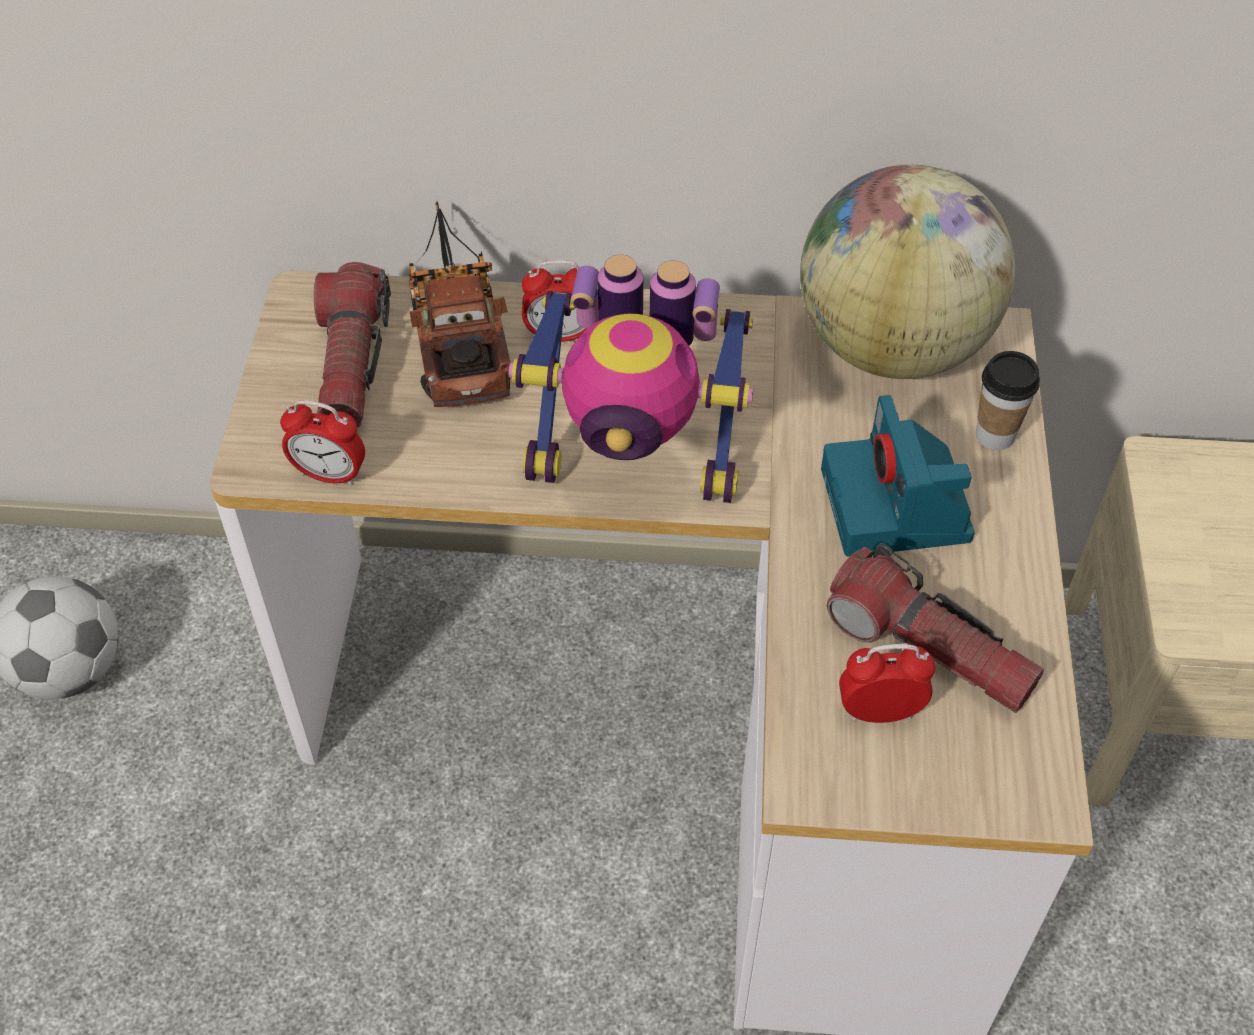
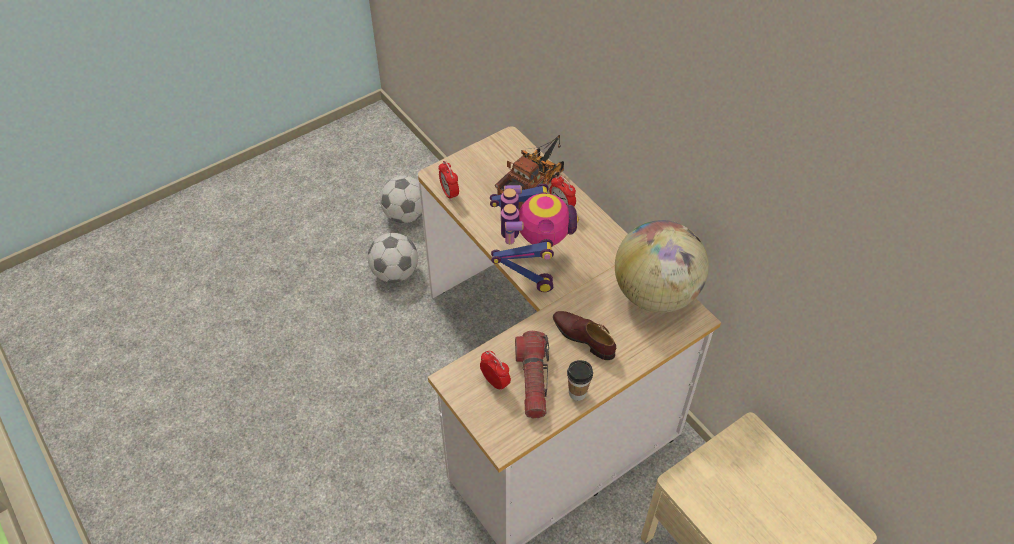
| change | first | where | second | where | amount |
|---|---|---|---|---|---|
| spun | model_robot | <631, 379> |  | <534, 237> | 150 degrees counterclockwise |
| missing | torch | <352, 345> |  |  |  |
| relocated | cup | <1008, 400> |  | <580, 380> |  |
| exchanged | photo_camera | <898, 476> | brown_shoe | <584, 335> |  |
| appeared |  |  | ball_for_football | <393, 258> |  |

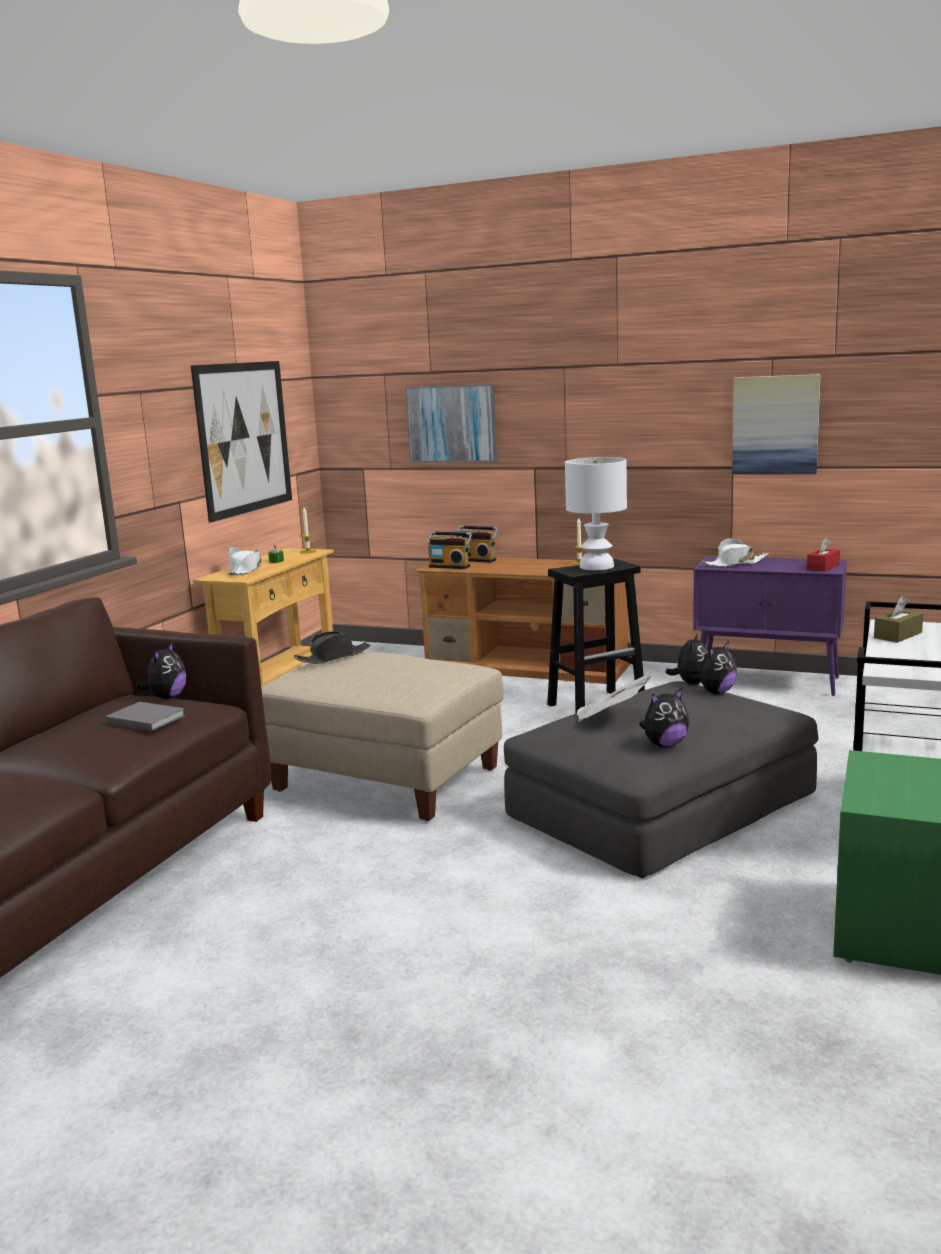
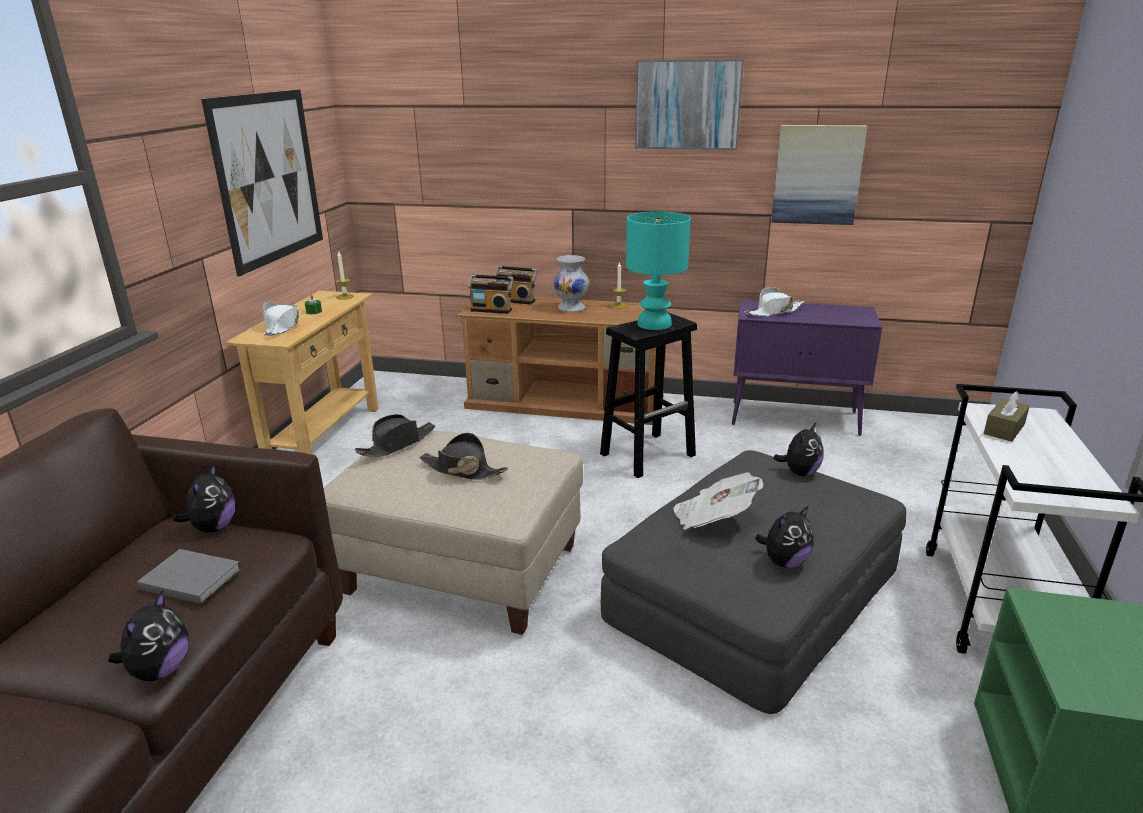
| change | first | where | second | where | amount |
|---|---|---|---|---|---|
| relocated | wall_picture | <451, 423> |  | <689, 104> |  |
| colour | white_table_lamp | <596, 513> | turquoise-coloured_table_lamp | <658, 270> |  |
| missing | red_box_of_tissues | <823, 555> |  |  |  |
| relocated | plush_toy | <686, 659> |  | <148, 636> |  |
| appeared |  |  | white_flower_vase | <571, 283> |  |
| appeared |  |  | black-coloured_clothing_hat | <464, 456> |  |

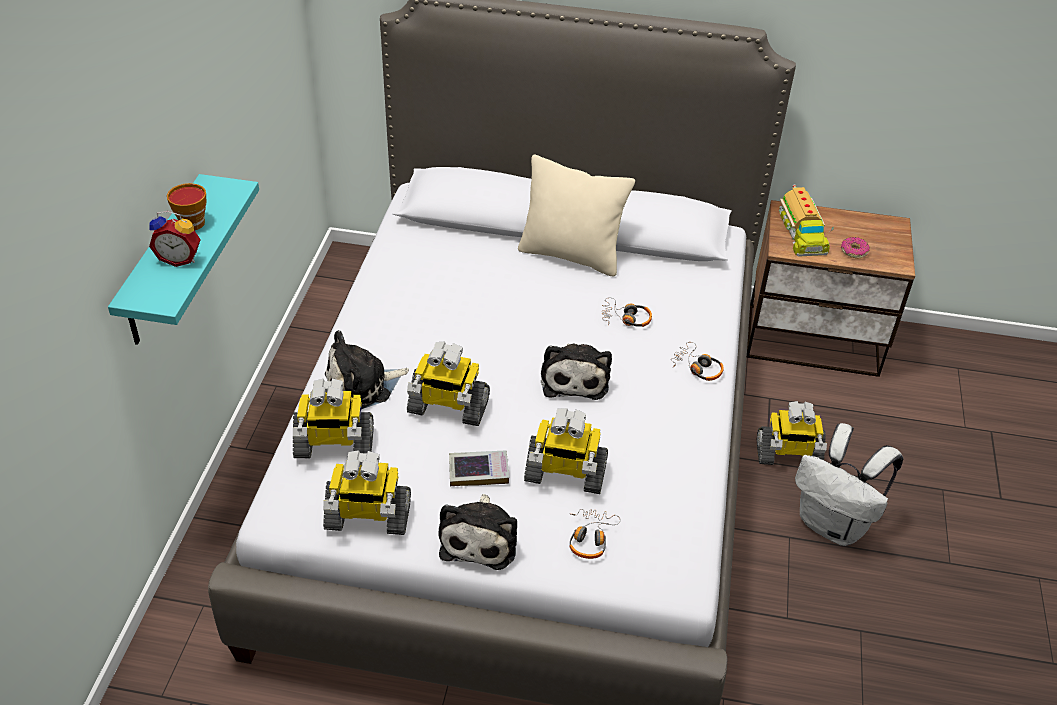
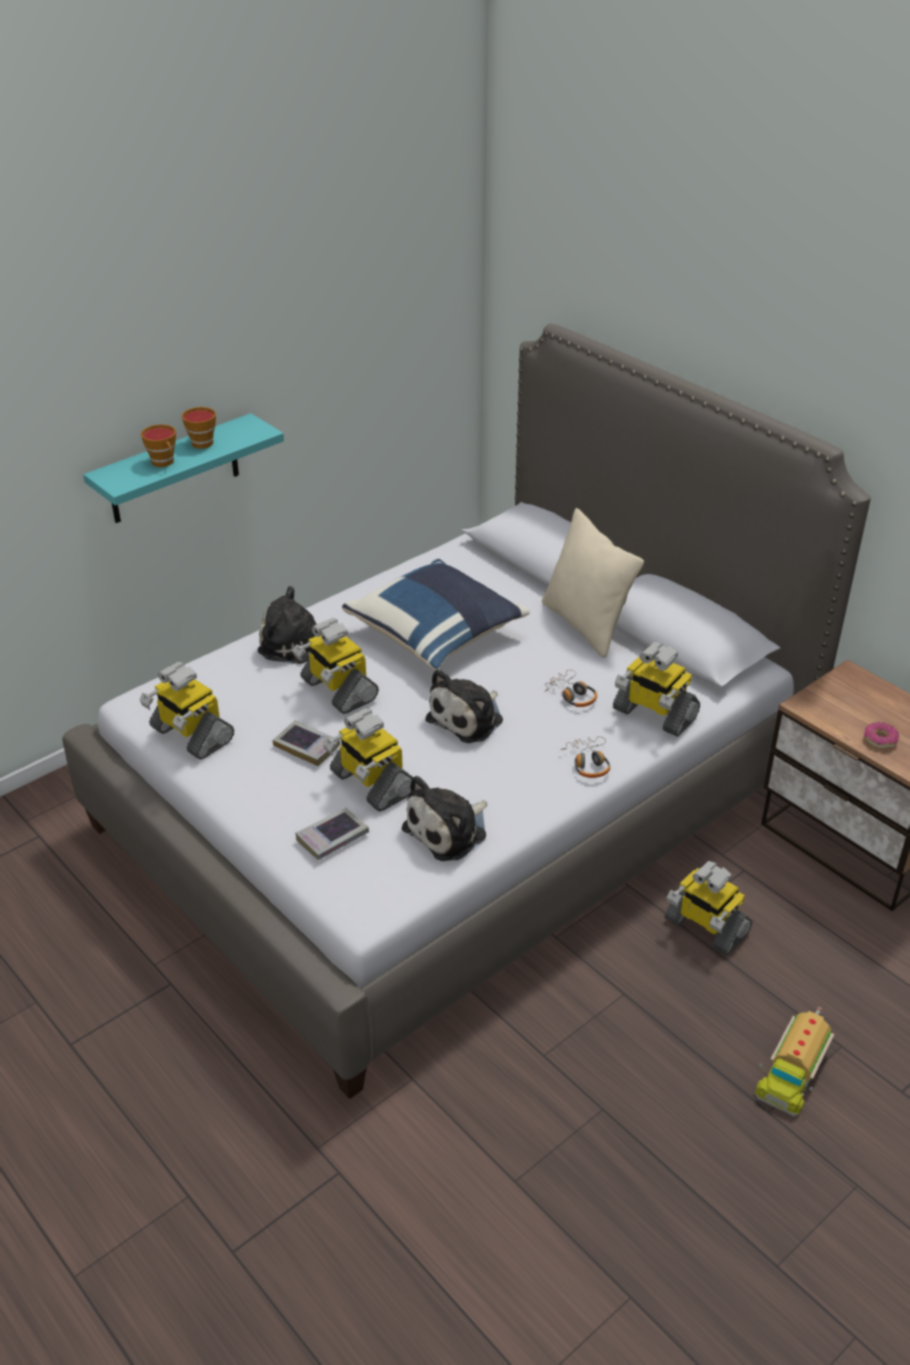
| change | first | where | second | where | amount |
|---|---|---|---|---|---|
| relocated | toy_lorry | <806, 220> |  | <794, 1061> |  |
| exchanged | bedside_clock | <175, 239> | cup | <158, 445> |  |
| relocated | model_robot | <333, 418> |  | <656, 689> |  |
| missing | white_backpack | <849, 484> |  |  |  |
| relocated | plush_toy | <477, 532> |  | <444, 818> |  |
| exchanged | pair_of_headphones | <595, 534> | bound_book | <332, 834> |  |
| appeared |  |  | blue_pillow | <436, 614> |  |

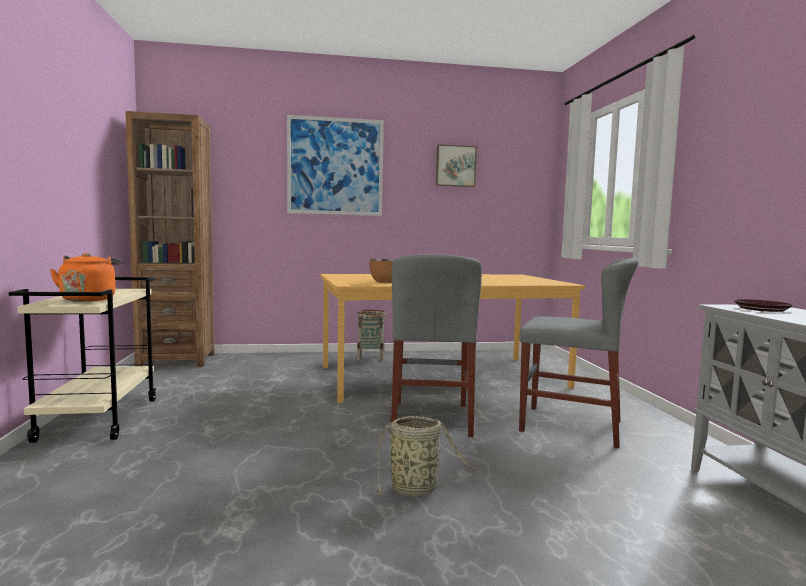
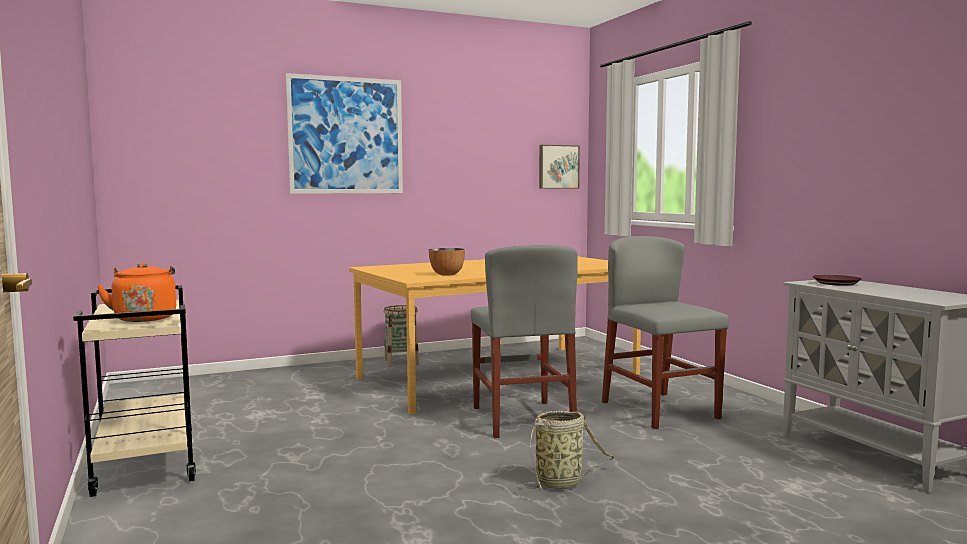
| change | first | where | second | where | amount |
|---|---|---|---|---|---|
| missing | brown_shelving_unit | <169, 239> |  |  |  |
| relocated | wall_picture | <456, 165> |  | <559, 167> |  |
| spun | gray_plain_chair | <578, 353> |  | <665, 332> | 120 degrees counterclockwise |

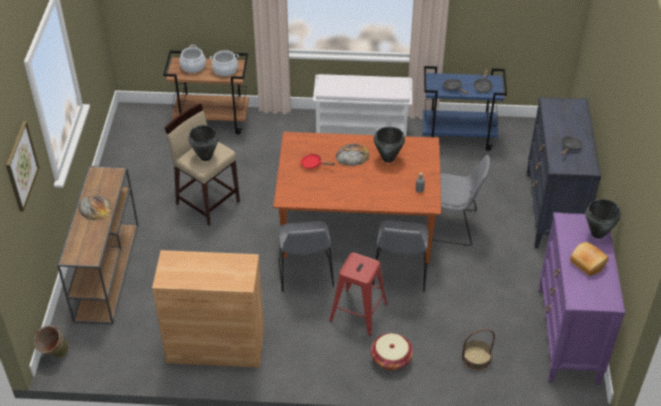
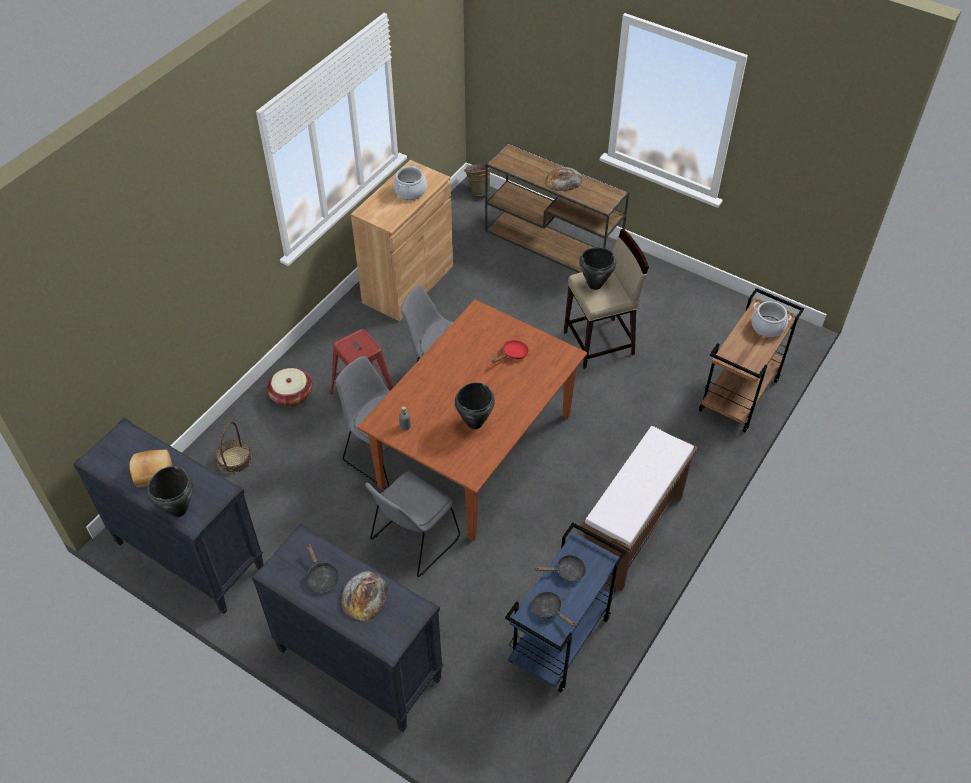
| change | first | where | second | where | amount |
|---|---|---|---|---|---|
| relocated | cooking_pot | <224, 63> |  | <410, 182> |  |
| colour | white_long_seat | <362, 105> | brown_long_seat | <639, 508> |  |
| missing | wall_picture | <22, 166> |  |  |  |
| relocated | bread | <352, 154> |  | <365, 596> |  |
| colour | purple_drawer_chest | <582, 298> | black-coloured_drawer_chest | <168, 516> |  |

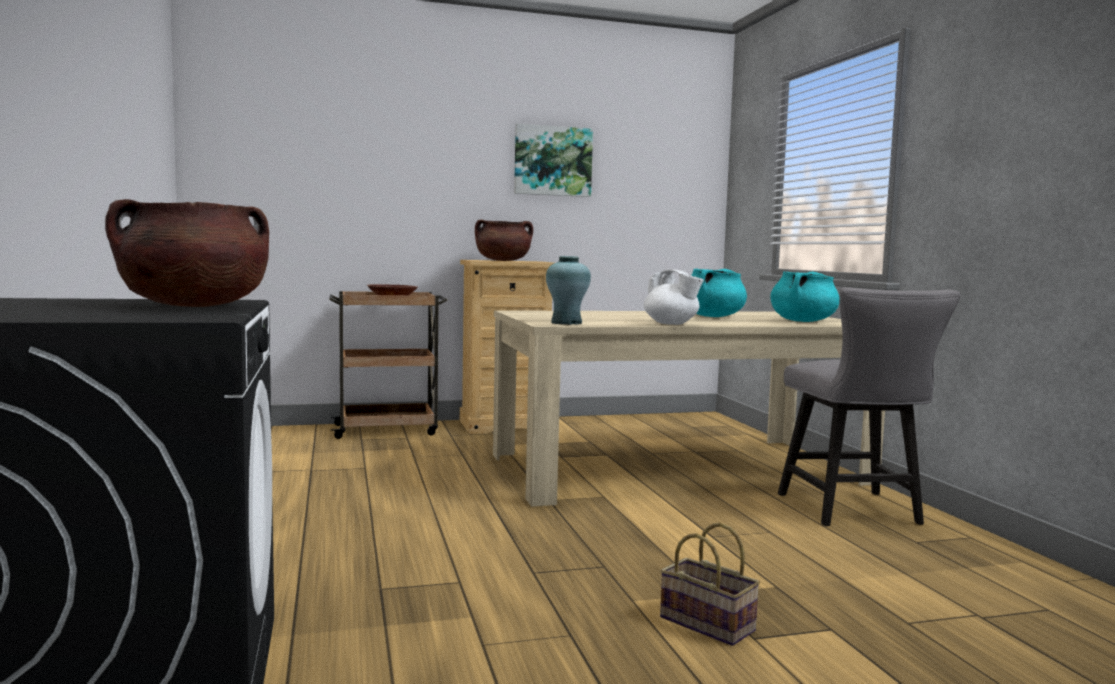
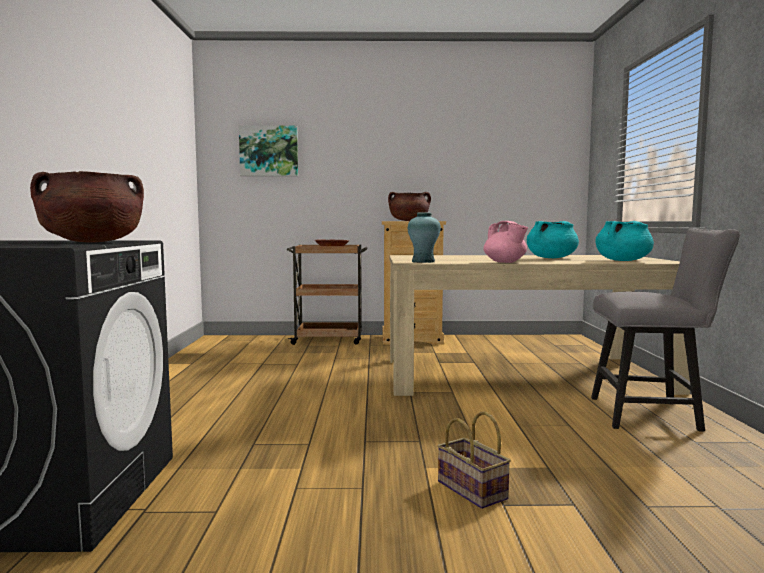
| change | first | where | second | where | amount |
|---|---|---|---|---|---|
| relocated | wall_picture | <553, 160> |  | <268, 150> |  |
| colour | white_pot_for_tea | <674, 297> | pink_pot_for_tea | <505, 242> |  |
| spun | gray_plain_chair | <869, 406> |  | <665, 330> | 90 degrees counterclockwise |

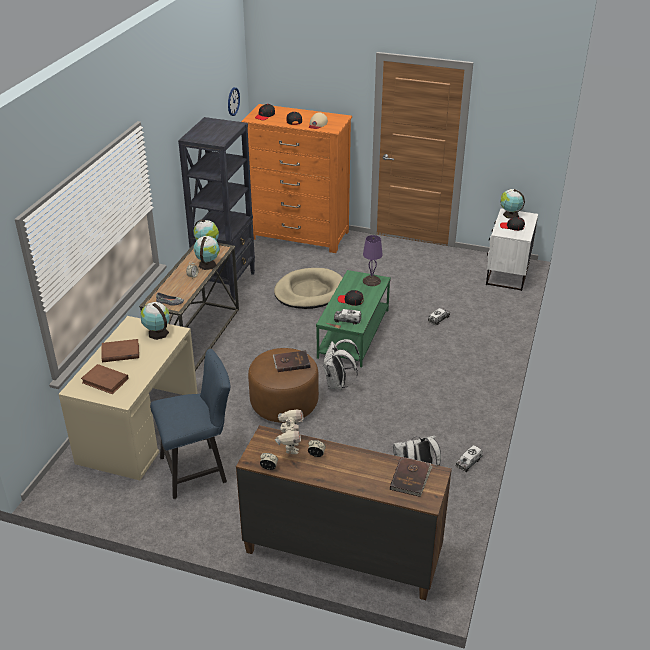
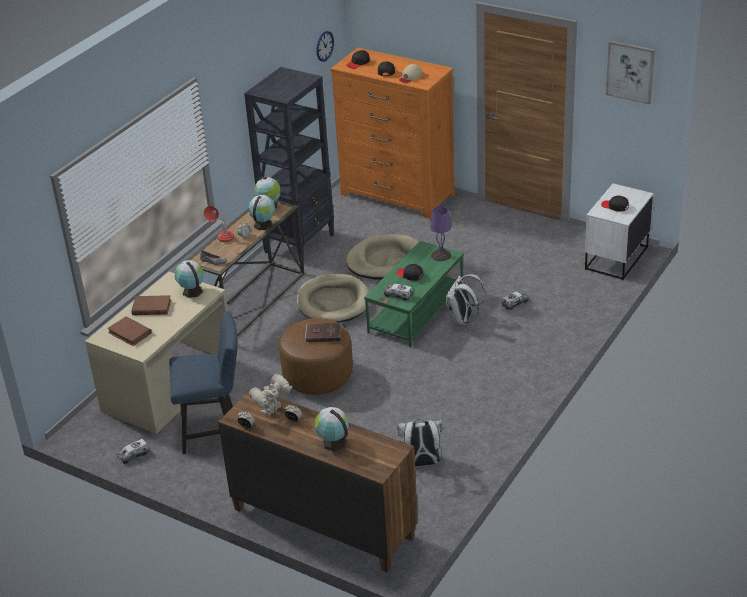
| change | first | where | second | where | amount |
|---|---|---|---|---|---|
| relocated | globe | <512, 204> |  | <331, 429> |  |
| relocated | white_backpack | <341, 364> |  | <466, 299> |  |
| spun | model_robot | <289, 432> |  | <270, 395> | 150 degrees counterclockwise |
| relocated | toy_lorry | <469, 458> |  | <133, 451> |  |
| missing | brown_bound_book | <411, 477> |  |  |  |
| appeared |  |  | wall_picture | <630, 72> |  |
| appeared |  |  | red_table_lamp | <219, 224> |  |
| appeared |  |  | beige-coloured_dog_bed | <333, 298> |  |

